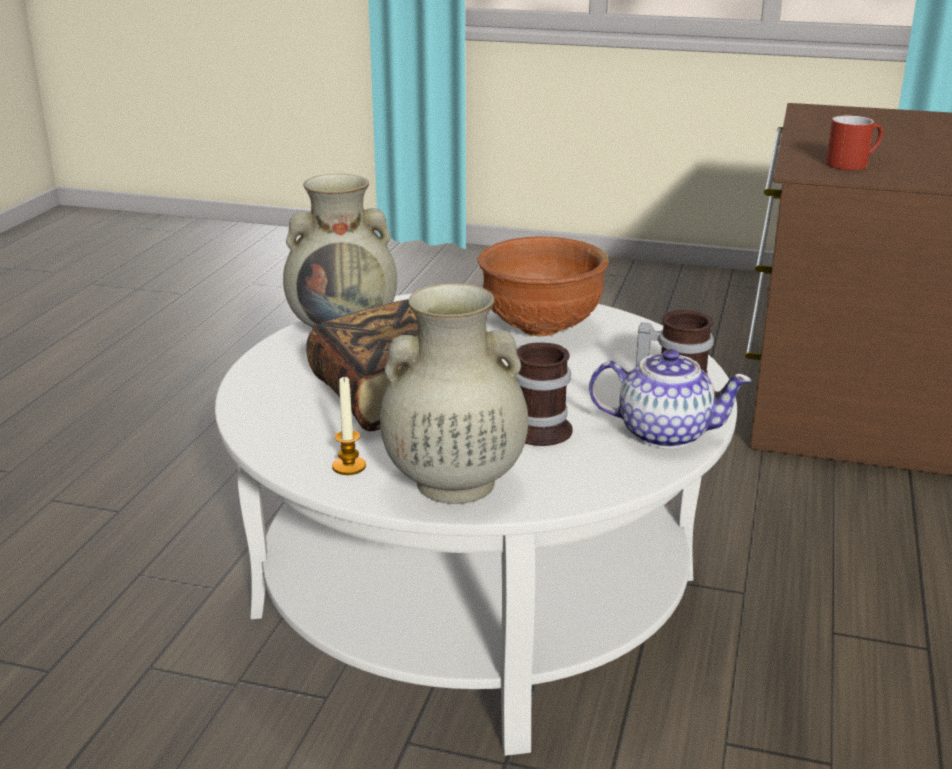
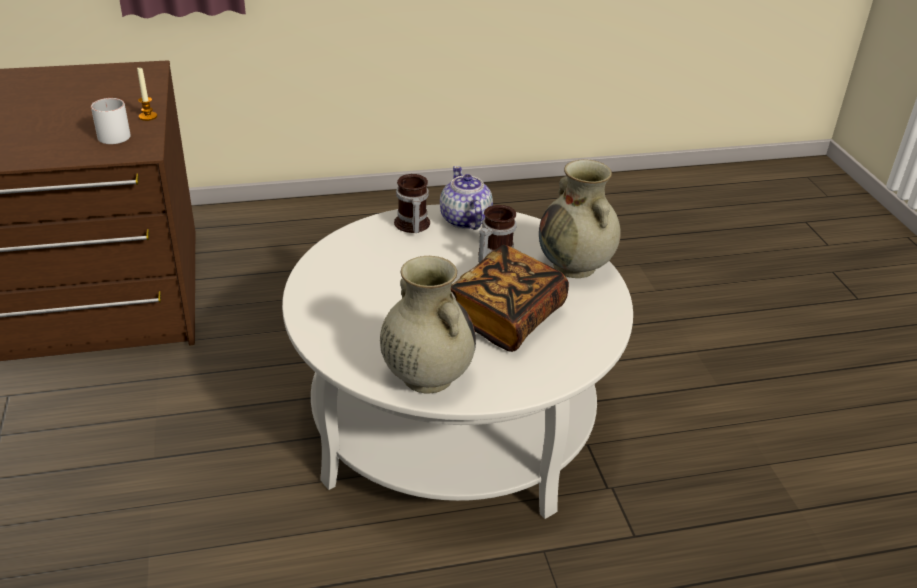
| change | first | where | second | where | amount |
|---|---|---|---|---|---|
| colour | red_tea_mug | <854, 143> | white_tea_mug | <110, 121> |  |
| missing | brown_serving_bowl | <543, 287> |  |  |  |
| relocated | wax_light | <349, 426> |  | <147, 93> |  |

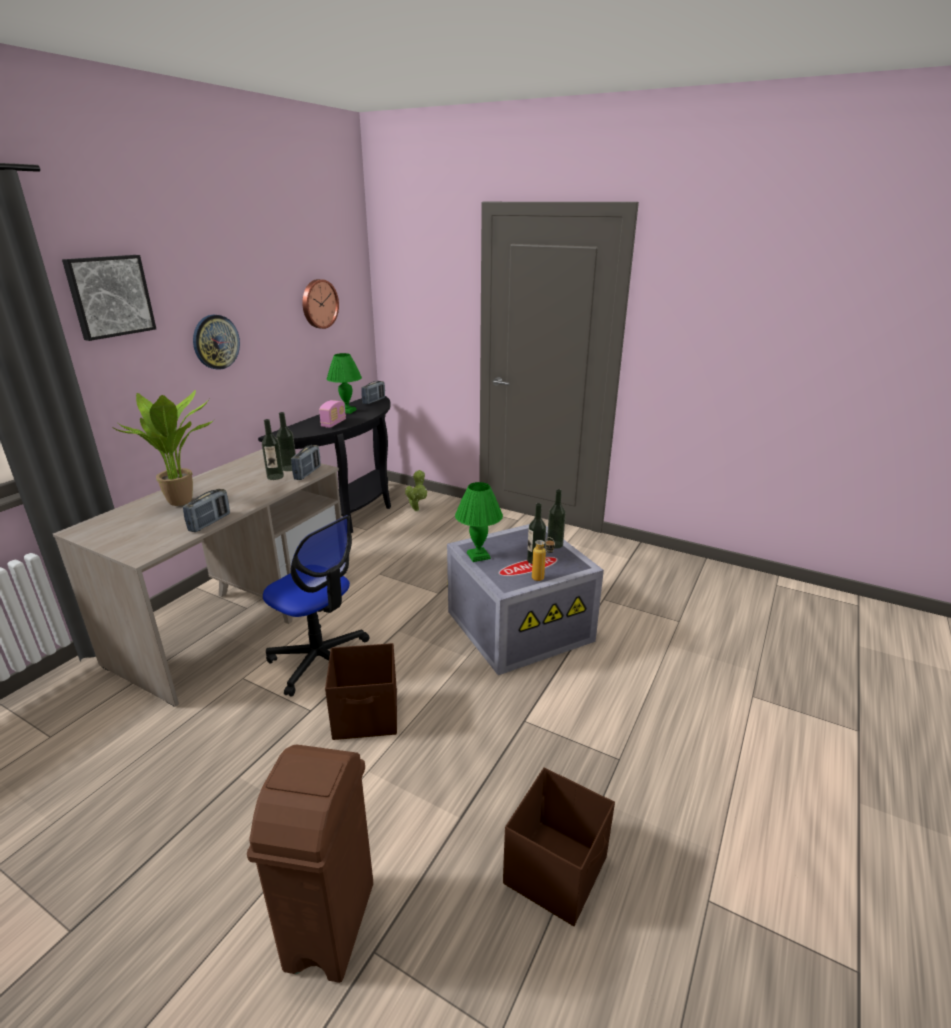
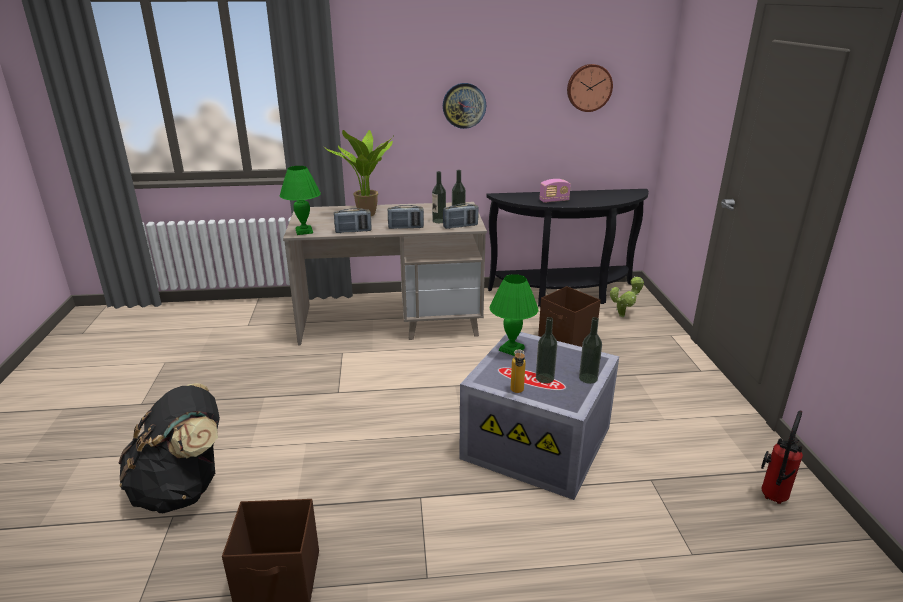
| change | first | where | second | where | amount |
|---|---|---|---|---|---|
| missing | wall_picture | <109, 298> |  |  |  |
| relocated | greenish_table_lamp | <344, 383> |  | <300, 200> |  |
| relocated | radio_receiver | <373, 392> |  | <406, 217> |  |
| missing | computer_chair | <316, 606> |  |  |  |
| relocated | brown_storage_box | <361, 691> |  | <569, 316> |  |
| exchanged | brown_waste_bin | <310, 864> | black-coloured_backpack | <169, 448> |  |
| appeared |  |  | fire_extinguisher | <782, 457> |  |

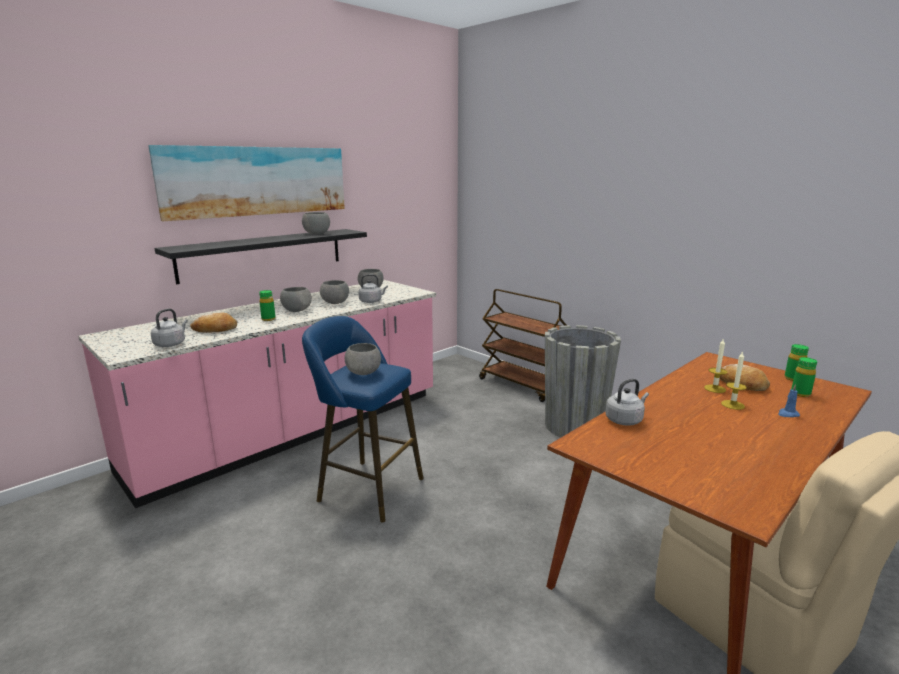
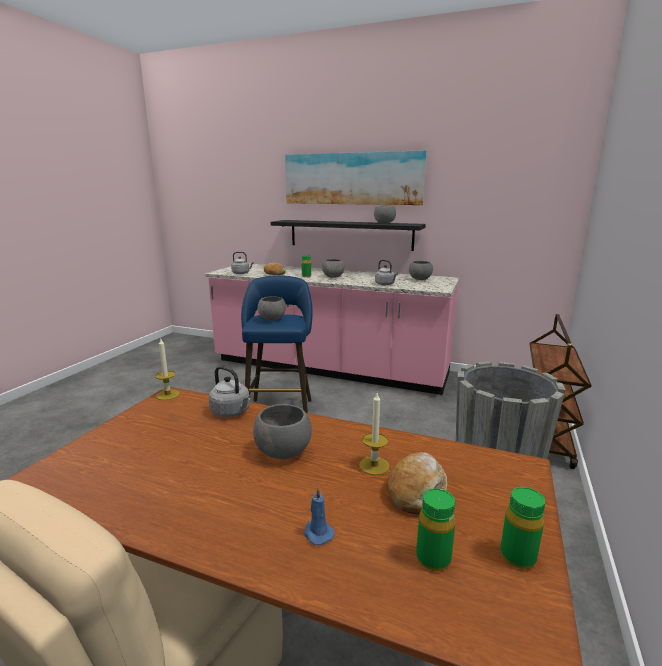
| change | first | where | second | where | amount |
|---|---|---|---|---|---|
| relocated | gray_serving_bowl | <334, 292> |  | <282, 431> |  |
| relocated | wax_light | <734, 380> |  | <167, 369> |  |

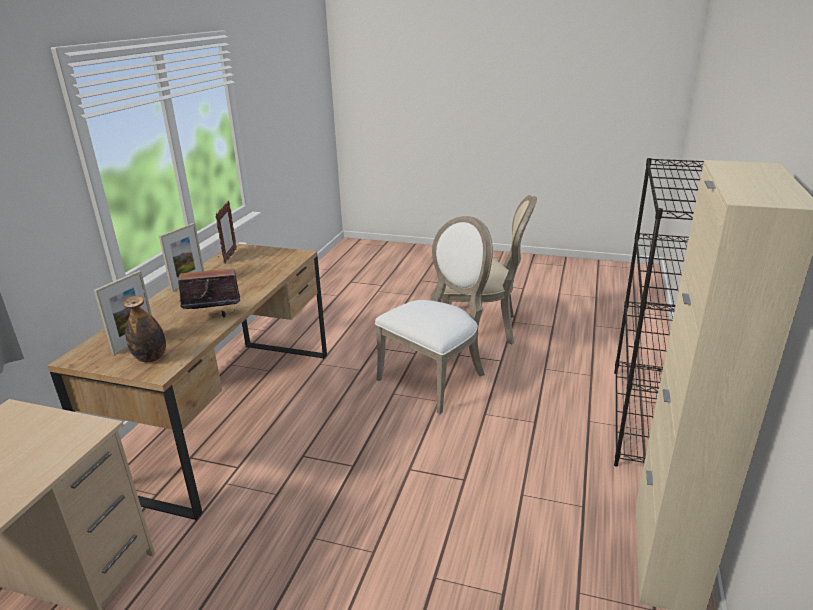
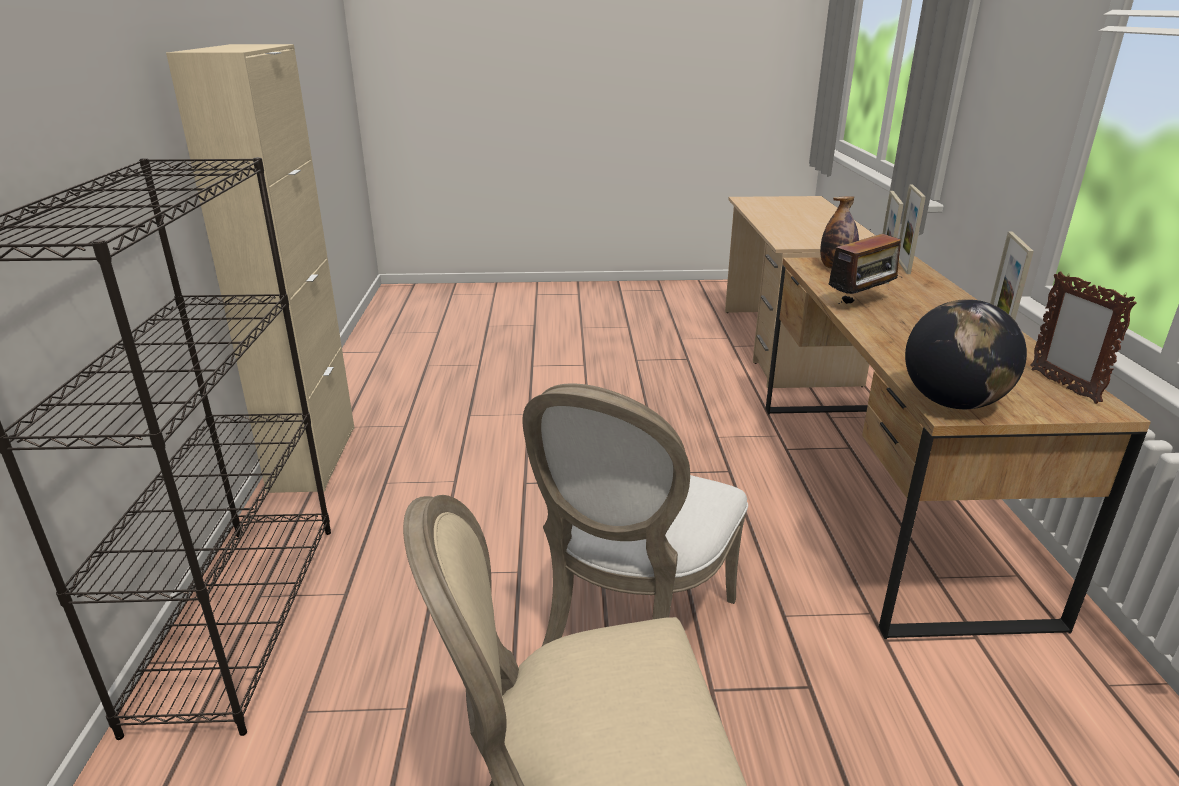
| change | first | where | second | where | amount |
|---|---|---|---|---|---|
| appeared |  |  | picture_frame | <912, 229> |  |
| appeared |  |  | globe | <966, 354> |  |

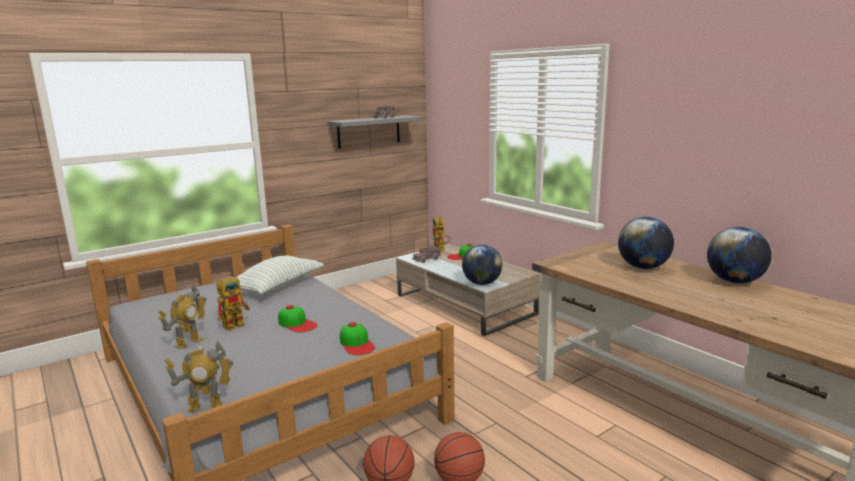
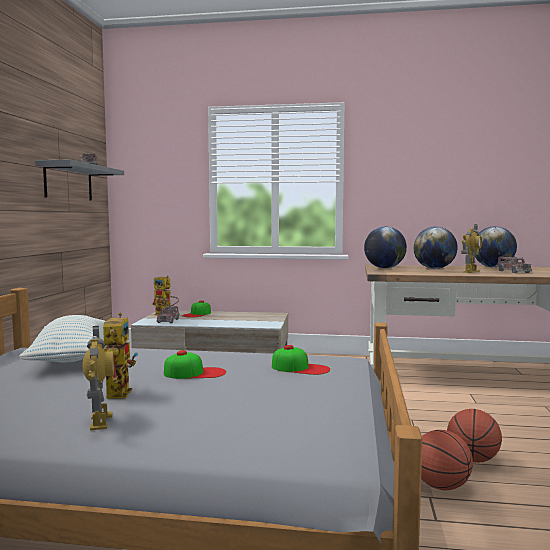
| change | first | where | second | where | amount |
|---|---|---|---|---|---|
| relocated | globe | <482, 264> |  | <385, 247> |  |
| relocated | model_robot | <199, 376> |  | <471, 248> |  |
| appeared |  |  | toy_lorry | <514, 264> |  |

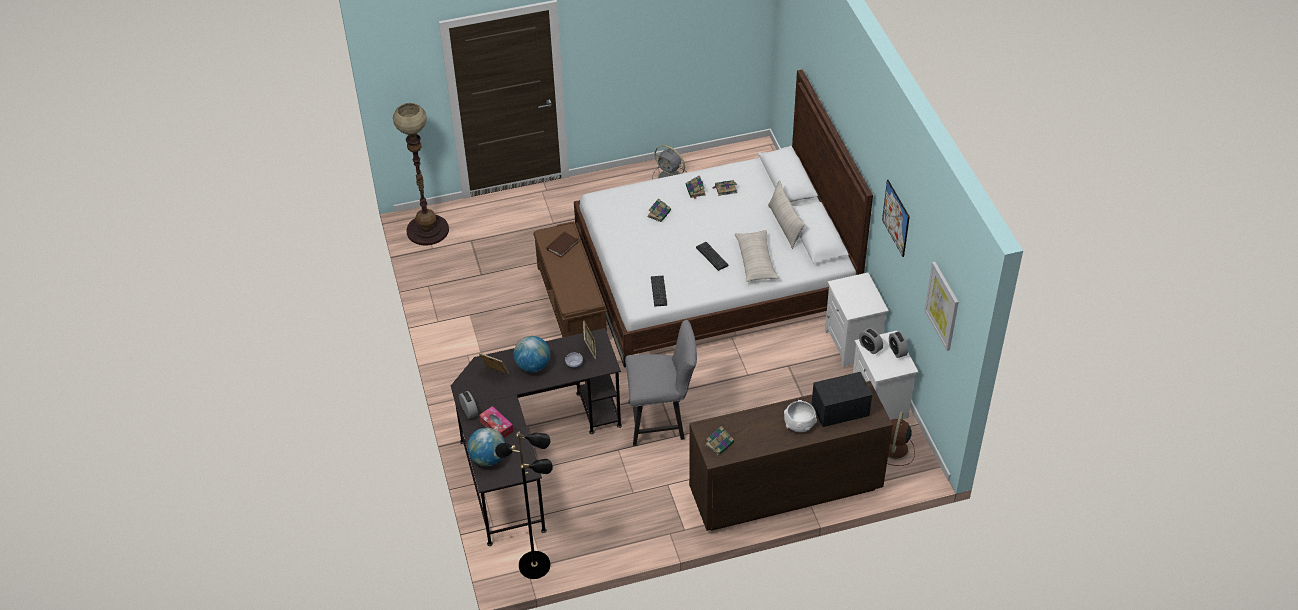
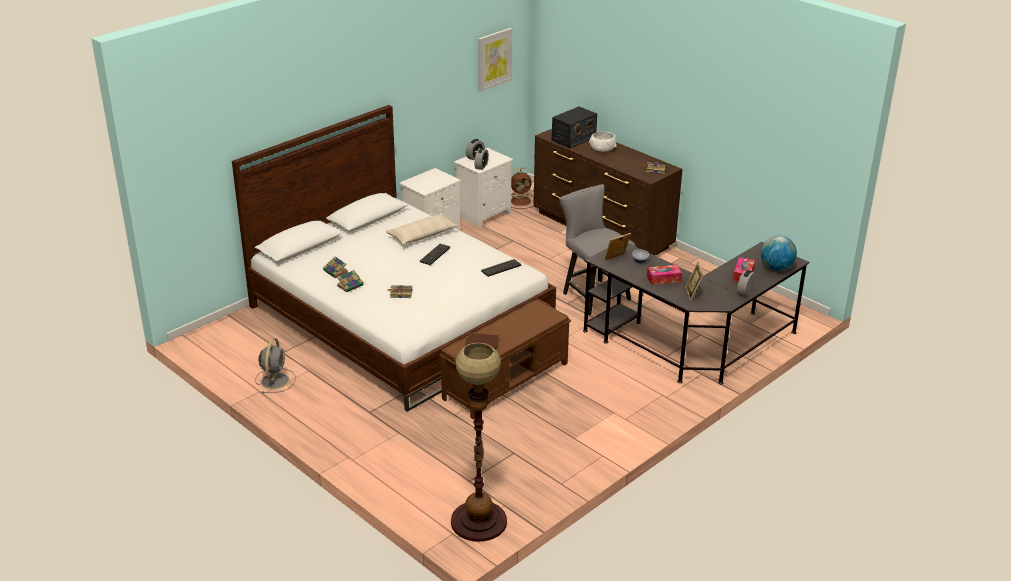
| change | first | where | second | where | amount |
|---|---|---|---|---|---|
| missing | wall_picture | <896, 218> |  |  |  |
| missing | beige-coloured_pillow | <786, 215> |  |  |  |
| exchanged | globe | <532, 354> | box_of_tissues | <664, 275> |  |
| spun | radio_receiver | <842, 399> |  | <574, 127> | 90 degrees counterclockwise |
| missing | black-coloured_standing_lamp | <524, 505> |  |  |  |

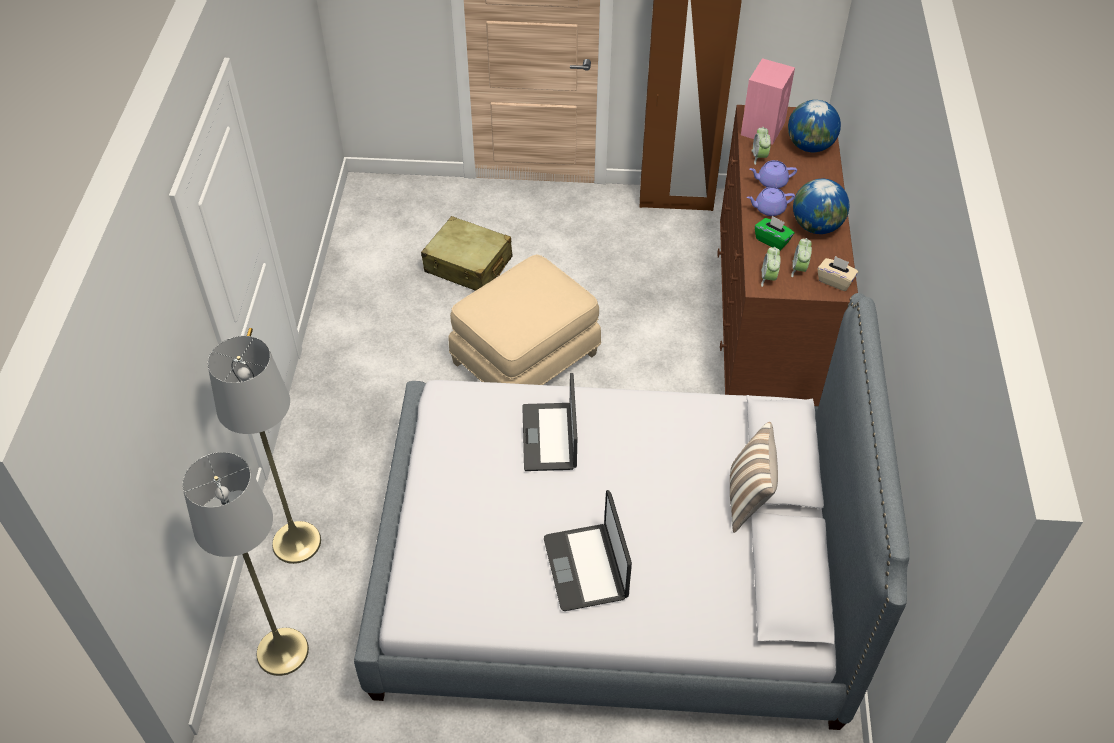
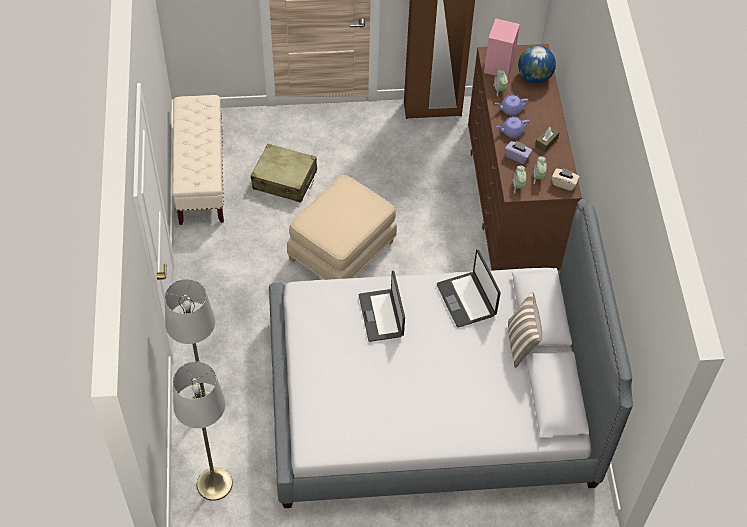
| change | first | where | second | where | amount |
|---|---|---|---|---|---|
| exchanged | globe | <821, 206> | brown_box_of_tissues | <547, 139> |  |
| colour | greenish_box_of_tissues | <774, 232> | purple_box_of_tissues | <519, 152> |  |
| relocated | portable_computer | <588, 550> |  | <469, 288> |  |
| appeared |  |  | beige-coloured_long_seat | <198, 160> |  |

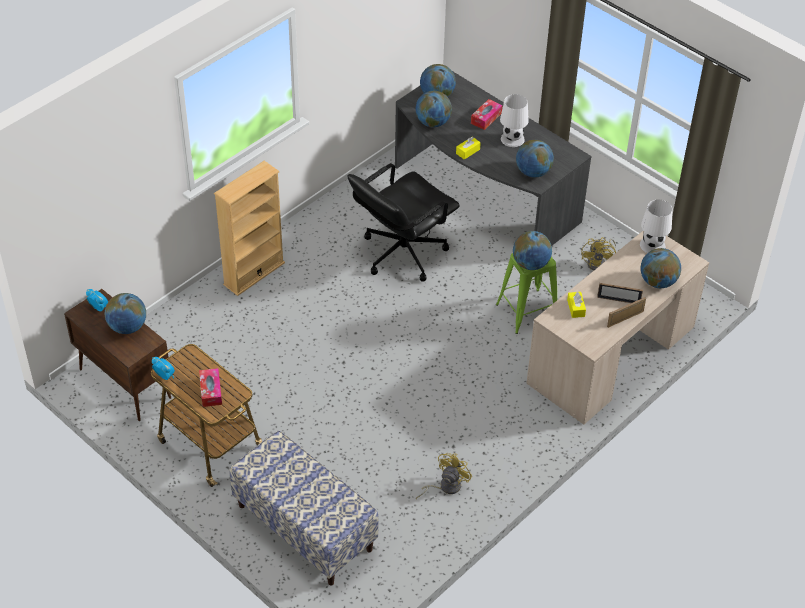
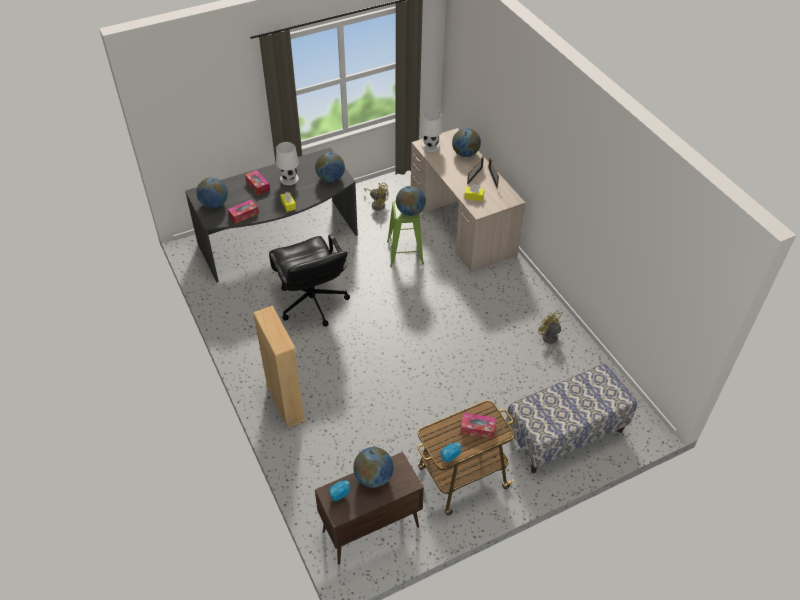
| change | first | where | second | where | amount |
|---|---|---|---|---|---|
| exchanged | globe | <433, 109> | box_of_tissues | <243, 211> |  |

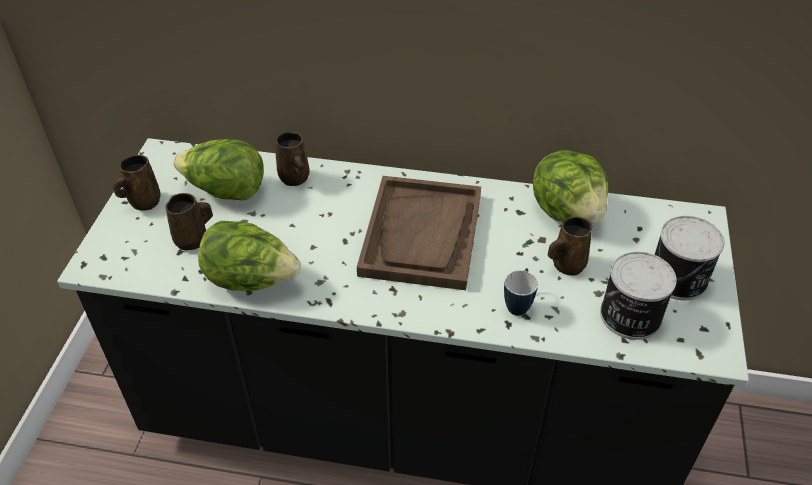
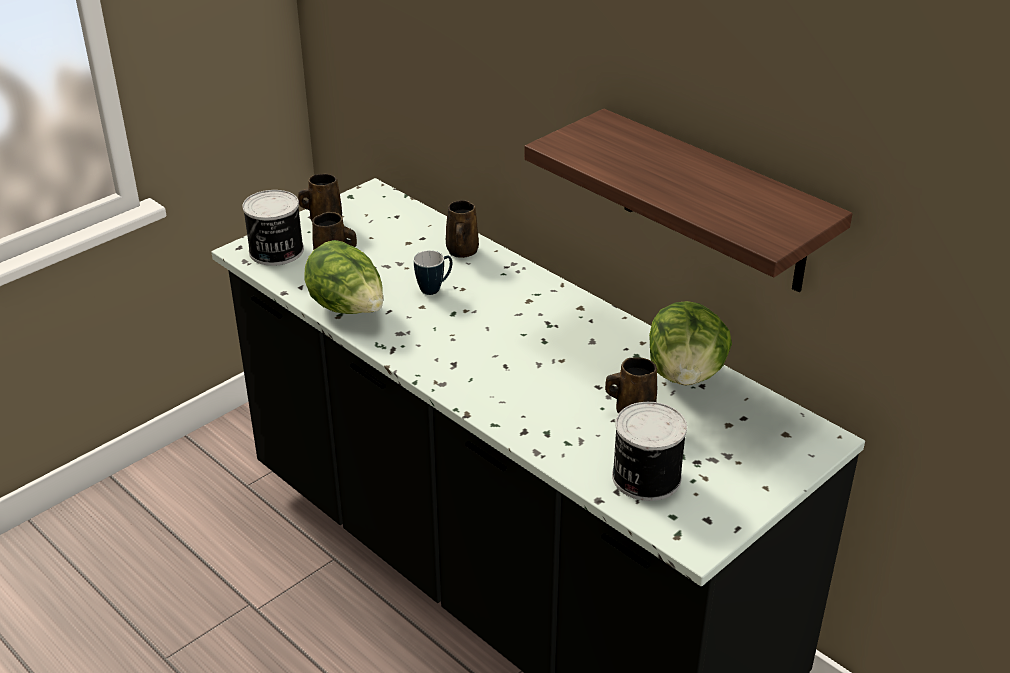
| change | first | where | second | where | amount |
|---|---|---|---|---|---|
| missing | lettuce | <218, 169> |  |  |  |
| missing | brown_tray | <419, 233> |  |  |  |
| relocated | sealed_can | <689, 258> |  | <273, 228> |  |
| relocated | tea_mug | <521, 292> |  | <433, 272> |  |
| appeared |  |  | bracket_shelf | <688, 200> |  |

